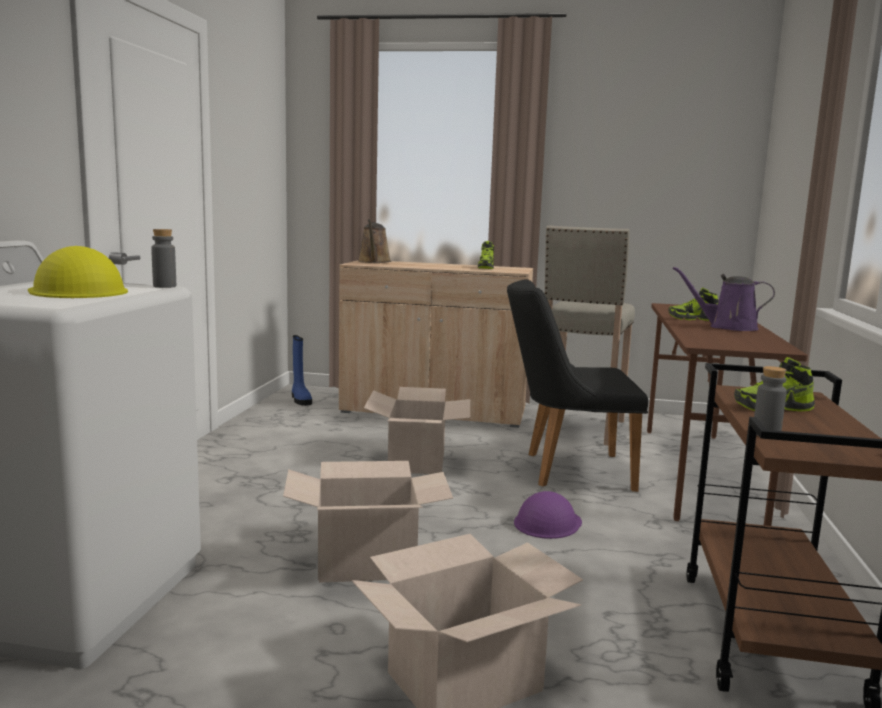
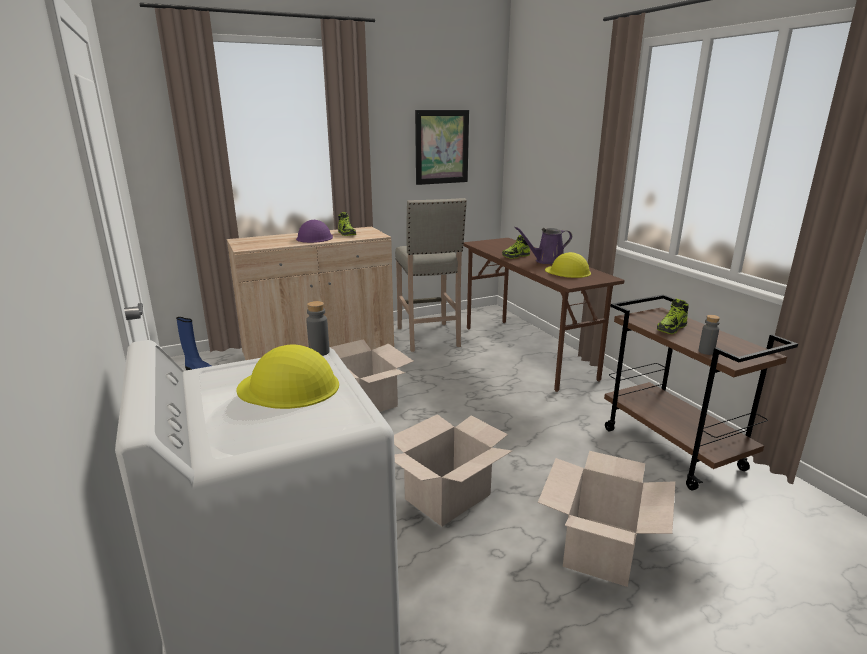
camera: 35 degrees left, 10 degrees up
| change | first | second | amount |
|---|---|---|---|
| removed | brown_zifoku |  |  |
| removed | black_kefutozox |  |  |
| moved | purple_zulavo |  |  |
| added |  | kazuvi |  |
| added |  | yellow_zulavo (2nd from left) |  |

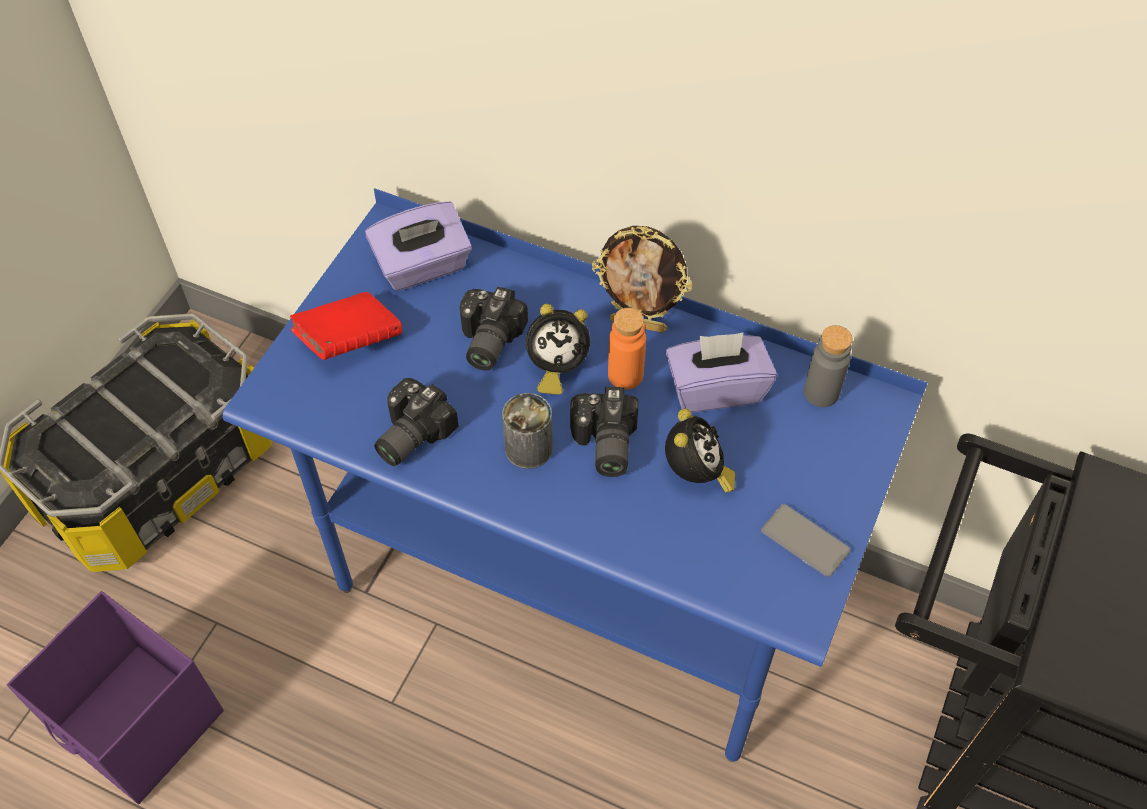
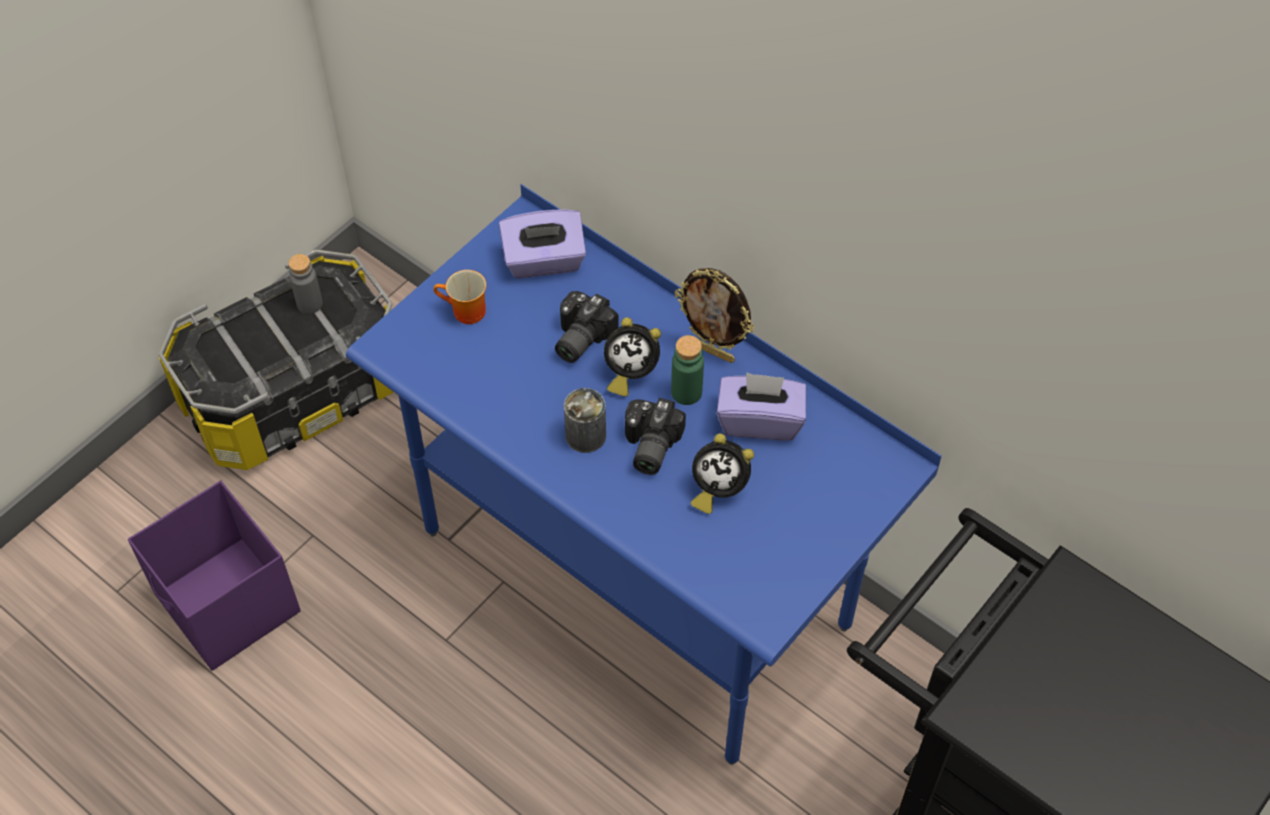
camera: 15 degrees right, 0 degrees up
| change | first | second | amount |
|---|---|---|---|
| replaced | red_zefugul | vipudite |  |
| removed | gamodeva (1st from left) |  |  |
| recoloured | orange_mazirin | green_mazirin |  |
| turned | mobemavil (2nd from left) |  | 90 degrees clockwise |
| removed | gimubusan |  |  |
| moved | grey_mazirin |  |  |

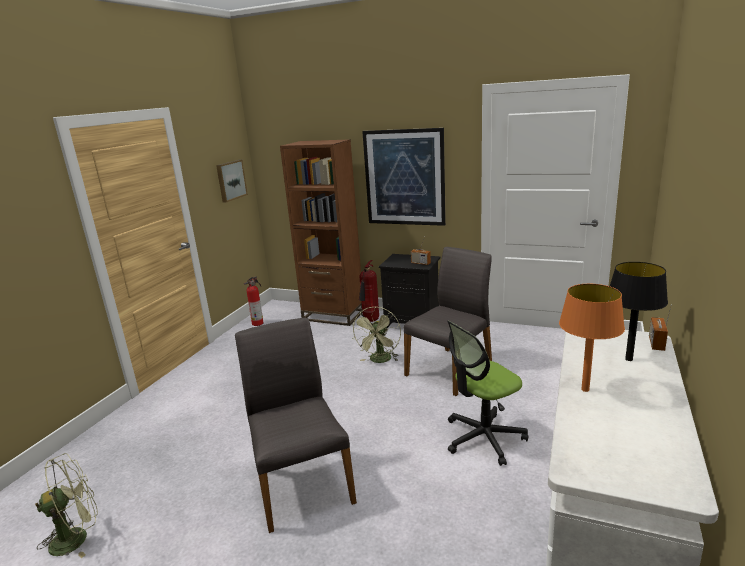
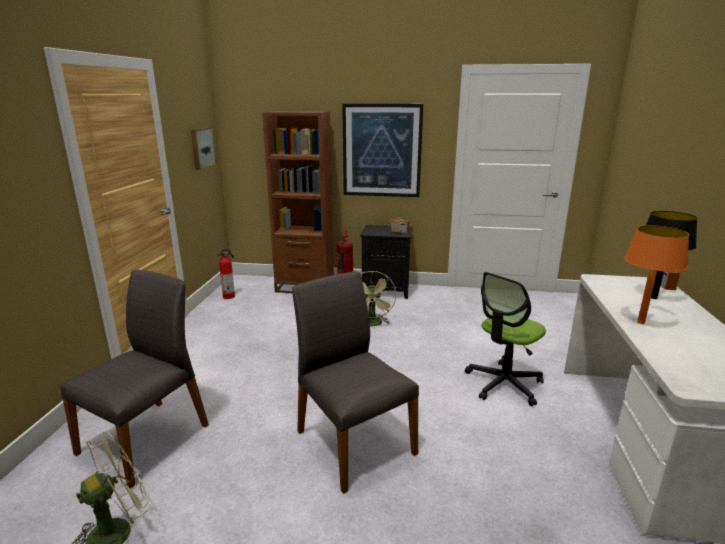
camera: 15 degrees left, 0 degrees up
| change | first | second | amount |
|---|---|---|---|
| moved | grey_kefutozox (2nd from left in the first image) | grey_kefutozox (1st from left) |  |

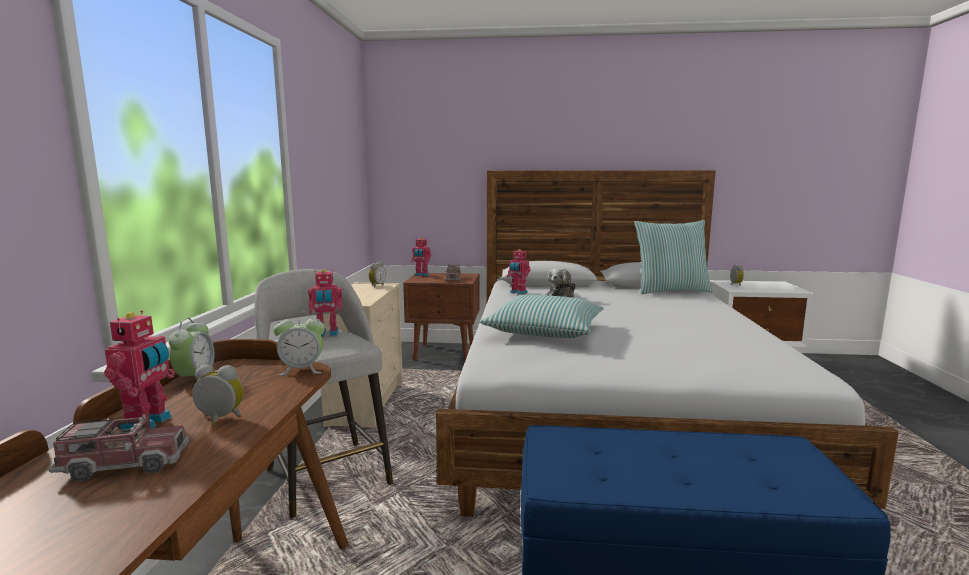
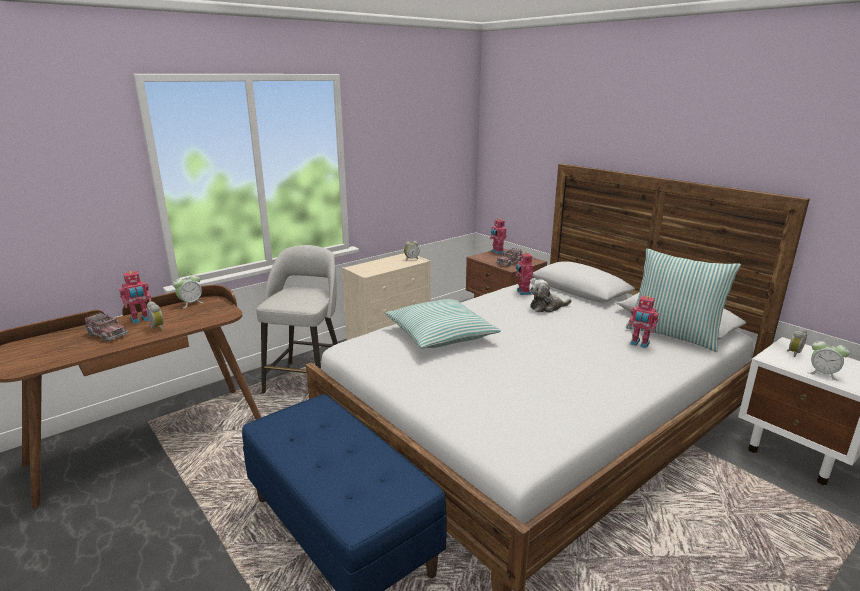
camera: 45 degrees right, 10 degrees up
| change | first | second | amount |
|---|---|---|---|
| moved | mobemavil (3rd from left in the first image) | mobemavil (5th from left) |  |
| moved | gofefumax (2nd from left in the first image) | gofefumax (4th from left) |  |

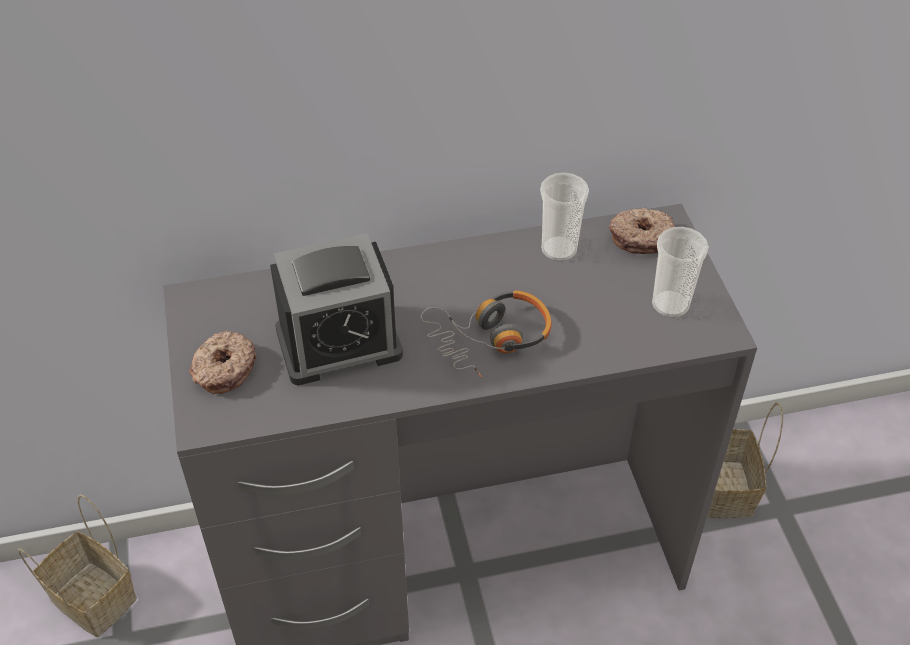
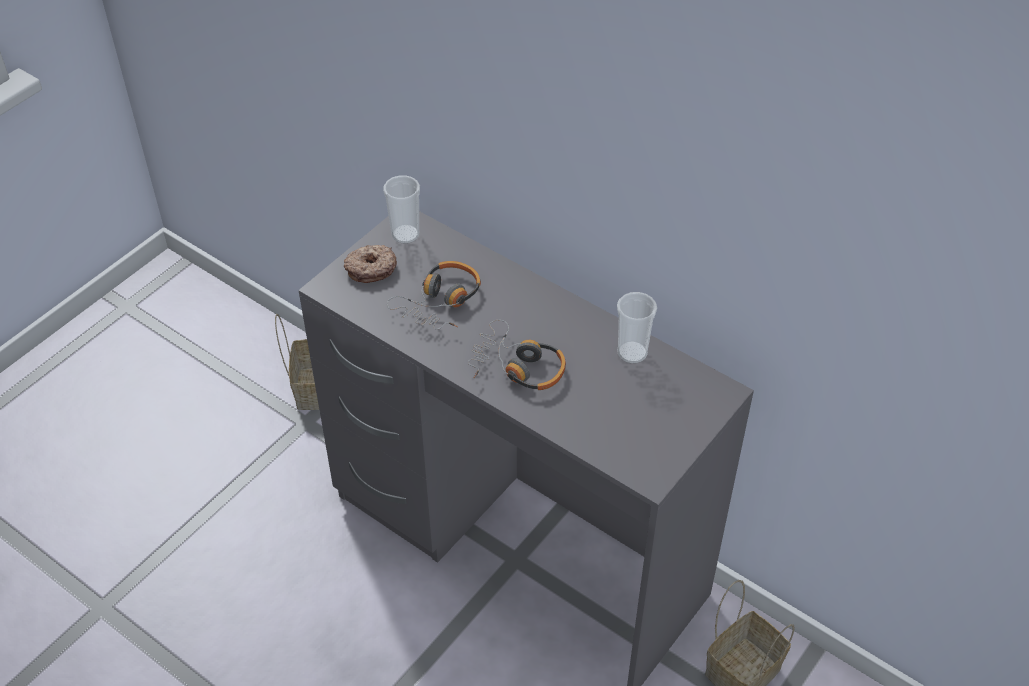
camera: 50 degrees right, 0 degrees up
| change | first | second | amount |
|---|---|---|---|
| replaced | mobemavil | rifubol (1st from left) |  |
| removed | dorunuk (2nd from left) |  |  |
| moved | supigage (2nd from left in the first image) | supigage (1st from left) |  |

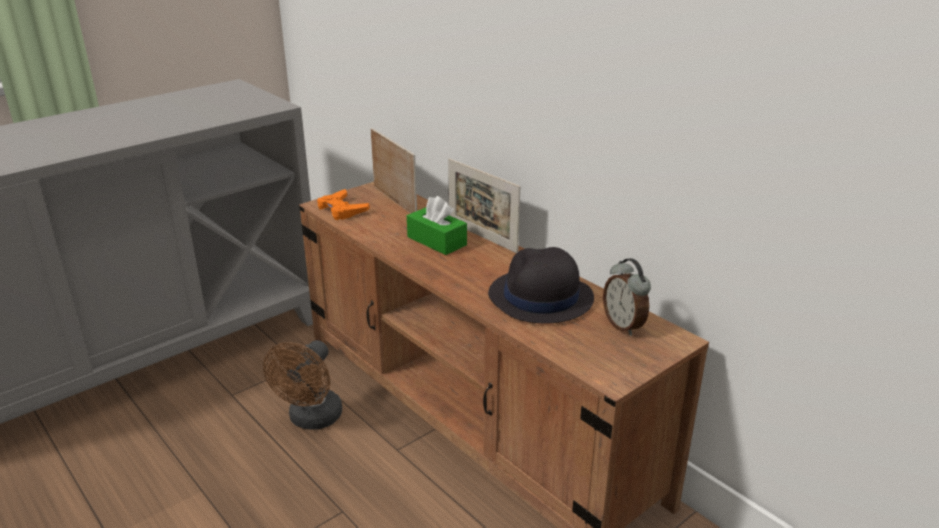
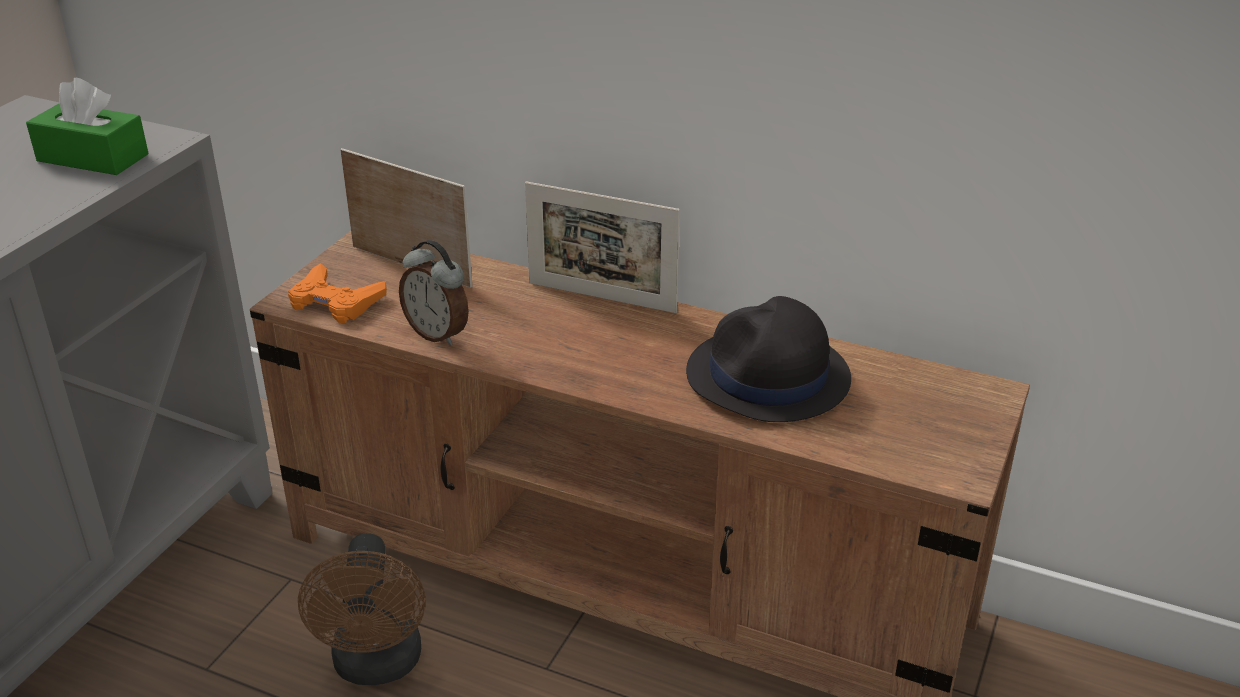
camera: 25 degrees left, 5 degrees up
| change | first | second | amount |
|---|---|---|---|
| moved | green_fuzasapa |  |  |
| moved | mobemavil |  |  |

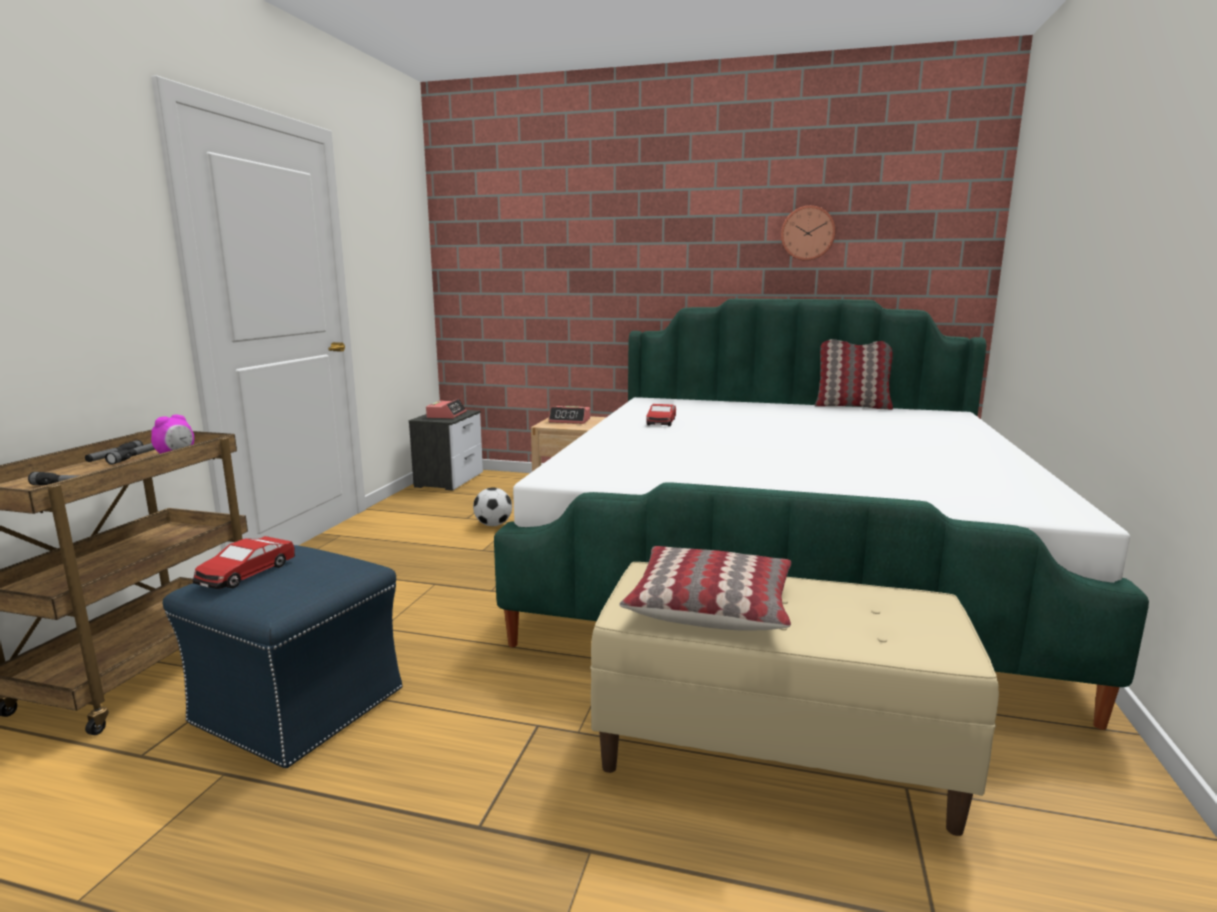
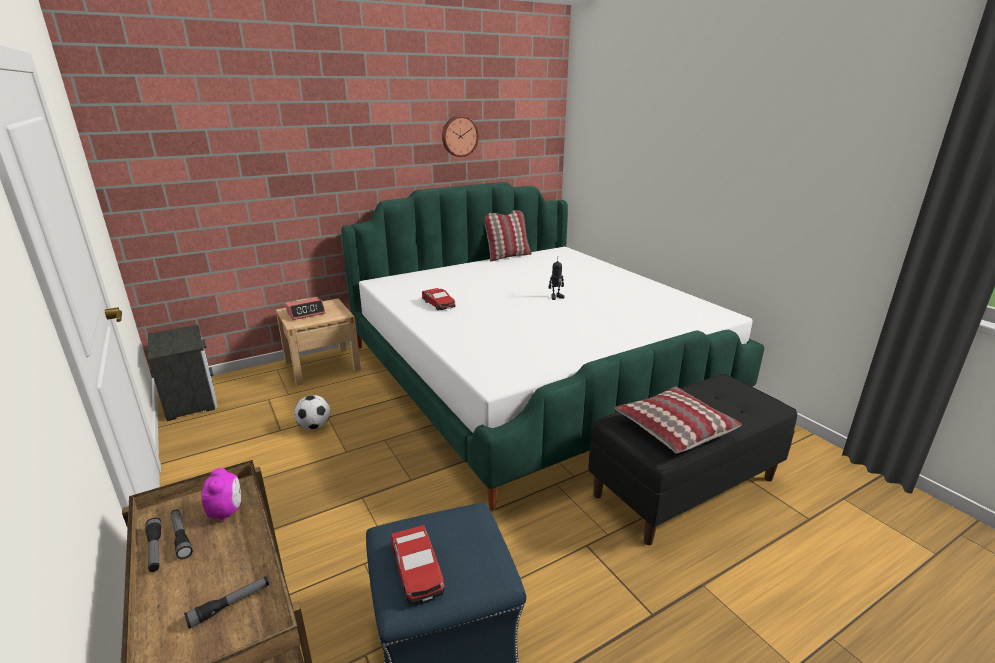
camera: 45 degrees left, 10 degrees up
| change | first | second | amount |
|---|---|---|---|
| removed | mobemavil (2nd from left) |  |  |
| recoloured | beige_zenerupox | black_zenerupox |  |
| added |  | gofefumax |  |

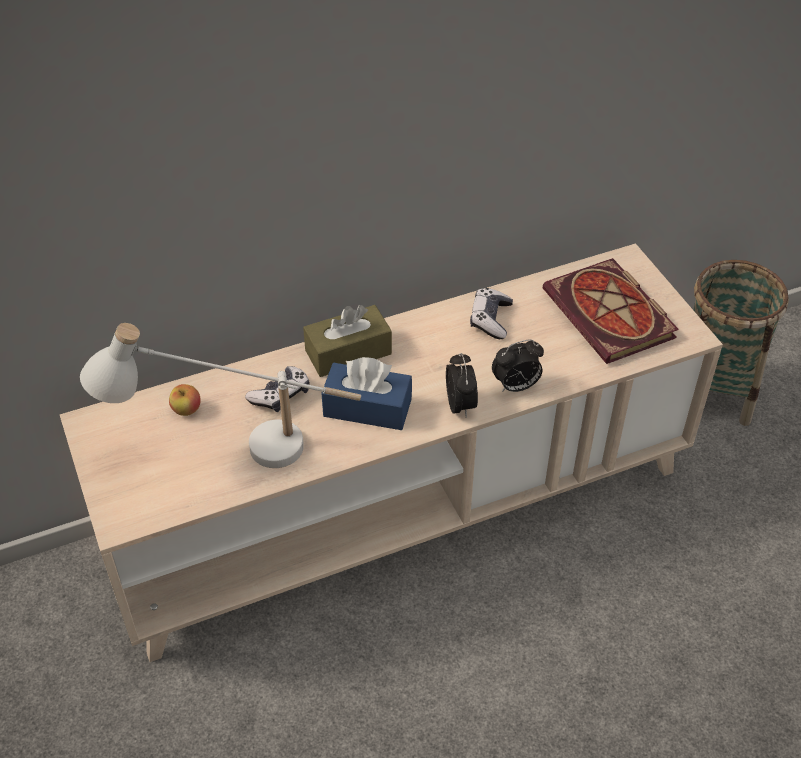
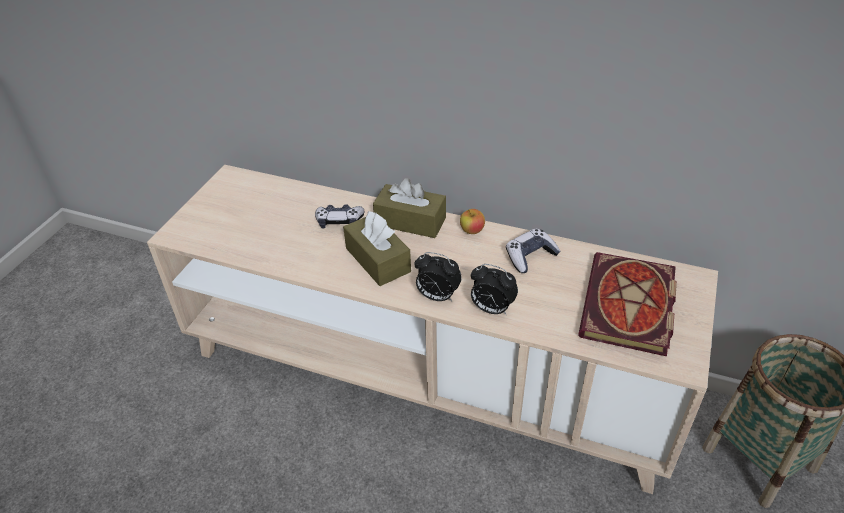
camera: 45 degrees right, 5 degrees down
| change | first | second | amount |
|---|---|---|---|
| removed | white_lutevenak |  |  |
| moved | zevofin |  |  |
| recoloured | blue_fuzasapa | brown_fuzasapa (1st from left) |  |
| turned | mobemavil (1st from left) |  | 75 degrees clockwise |

